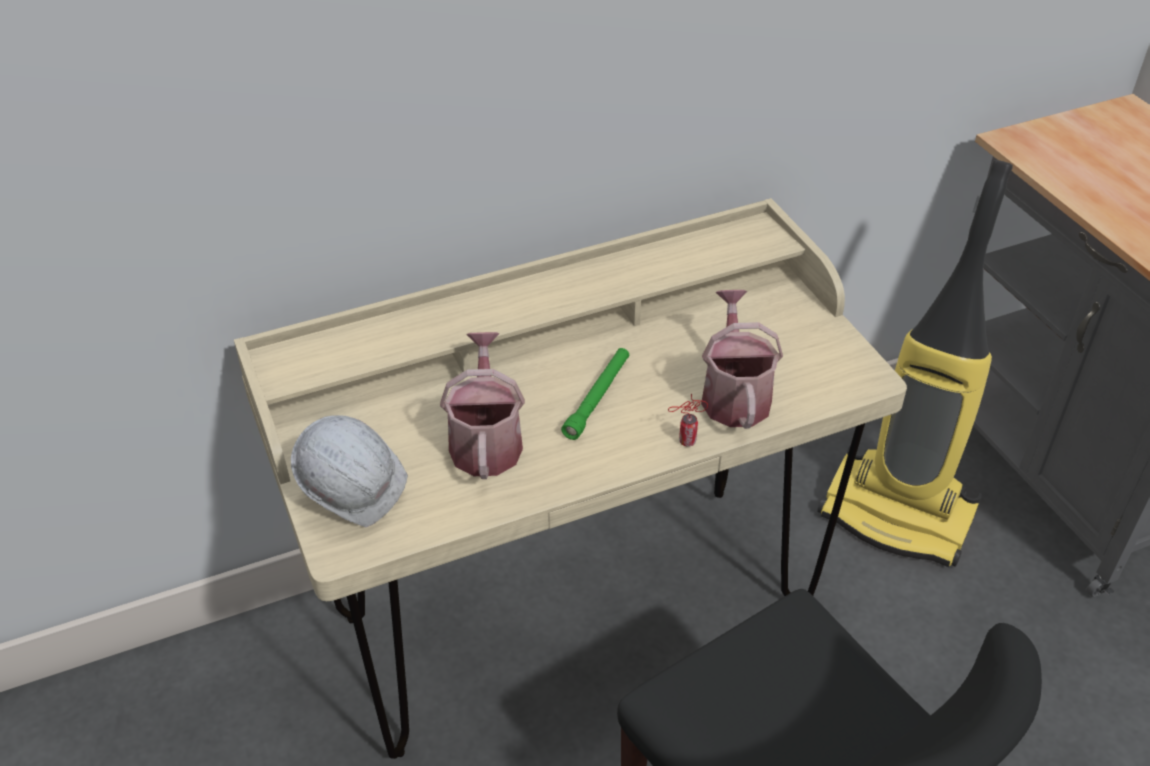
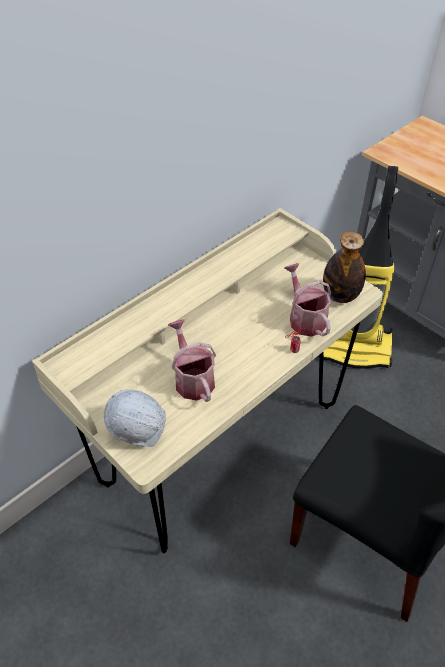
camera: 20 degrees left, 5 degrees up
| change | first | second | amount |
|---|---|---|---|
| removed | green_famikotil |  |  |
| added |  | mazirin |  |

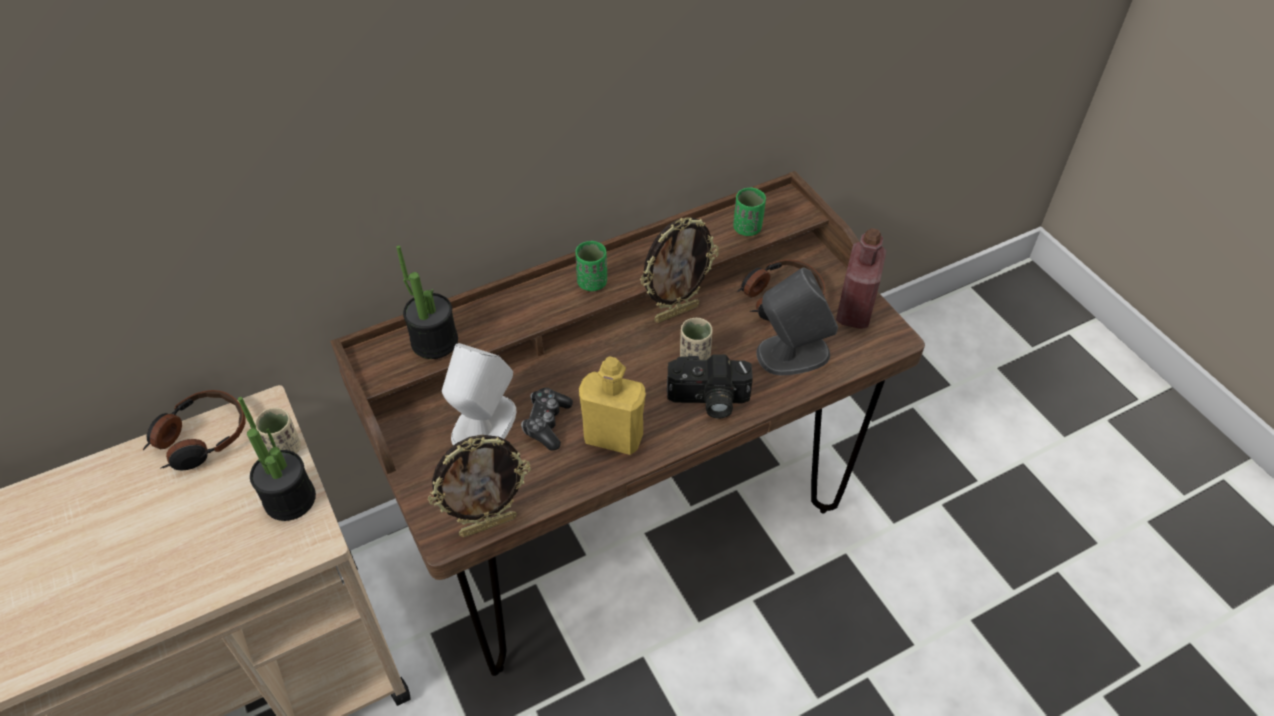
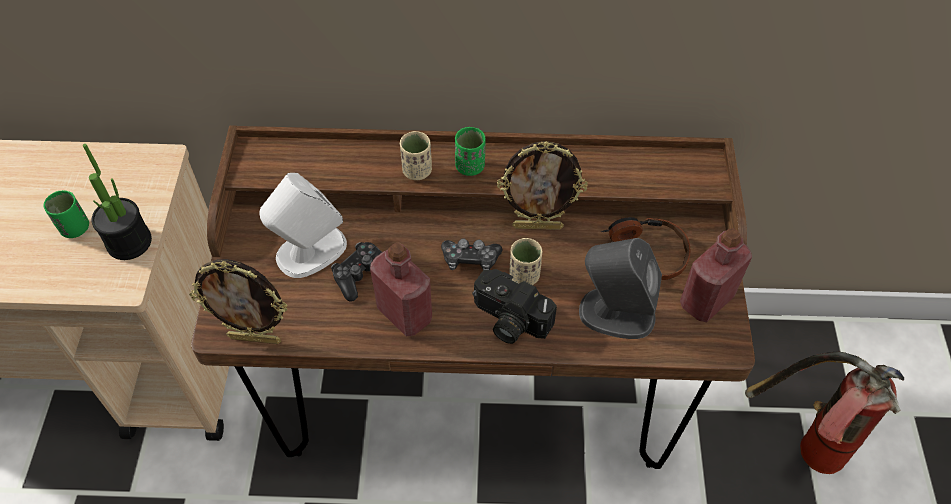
camera: 30 degrees right, 5 degrees up
| change | first | second | amount |
|---|---|---|---|
| removed | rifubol (1st from left) |  |  |
| moved | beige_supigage (1st from left) |  |  |
| removed | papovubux (2nd from left) |  |  |
| recoloured | yellow_mazirin | red_mazirin (1st from left) |  |
| moved | green_supigage (2nd from left in the first image) | green_supigage (1st from left) |  |
| added |  | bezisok (2nd from left) |  |
| added |  | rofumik |  |

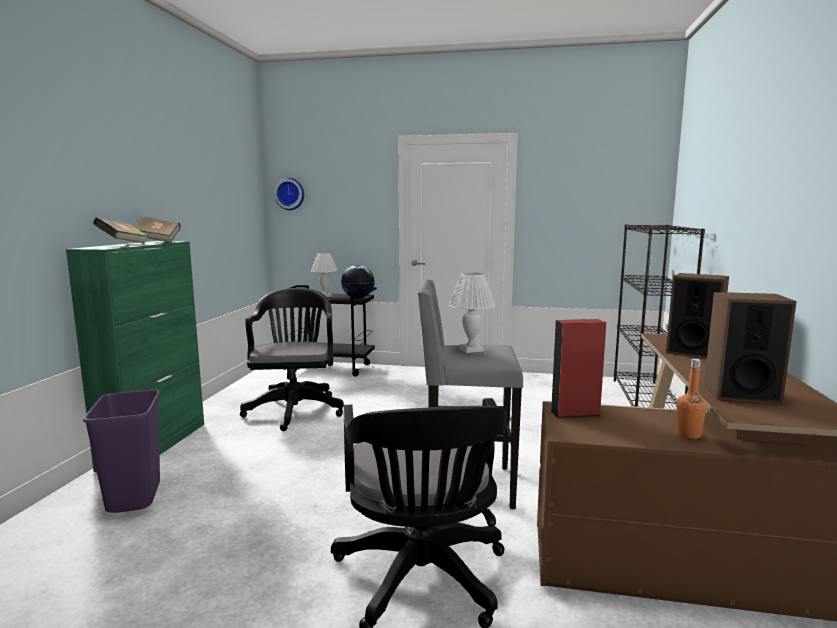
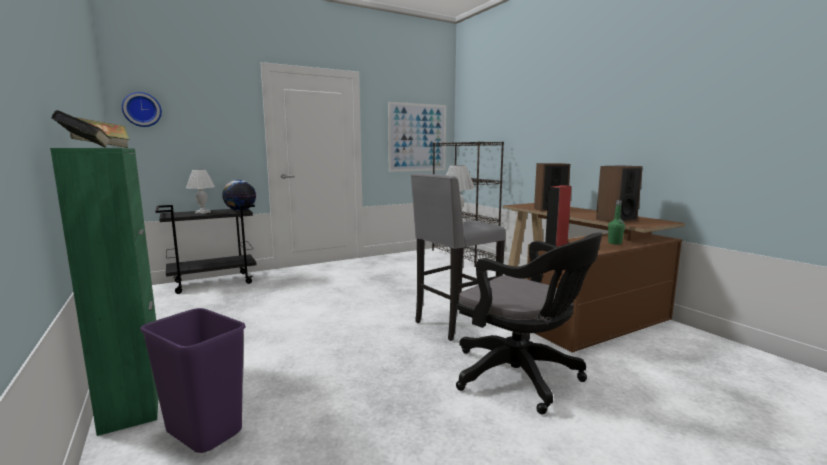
camera: 40 degrees left, 0 degrees up
| change | first | second | amount |
|---|---|---|---|
| removed | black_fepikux (1st from left) |  |  |
| recoloured | orange_mazirin | green_mazirin |  |
| added |  | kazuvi |  |

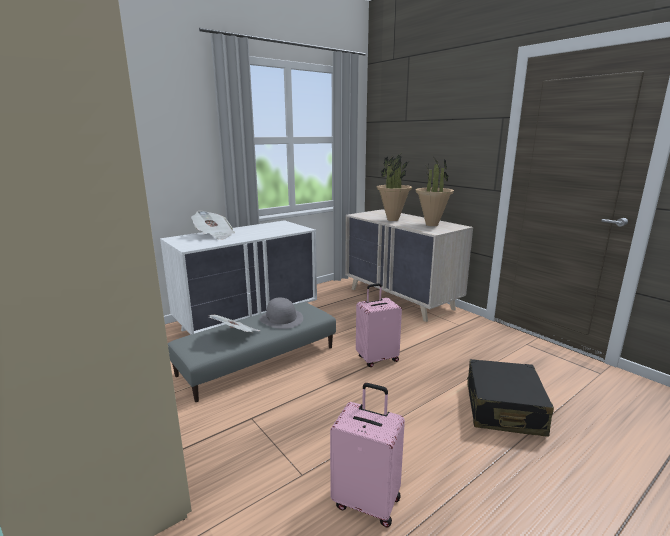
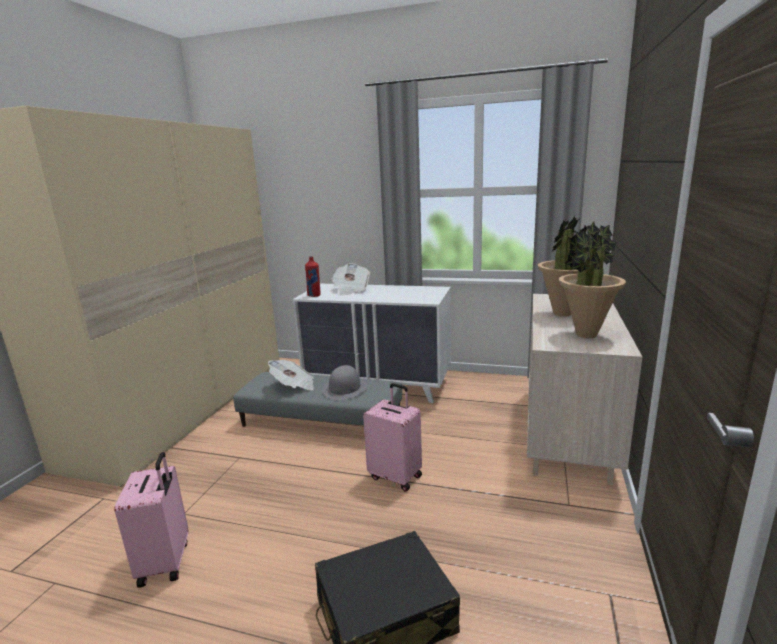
camera: 55 degrees right, 0 degrees up
| change | first | second | amount |
|---|---|---|---|
| added |  | red_mazirin |  |

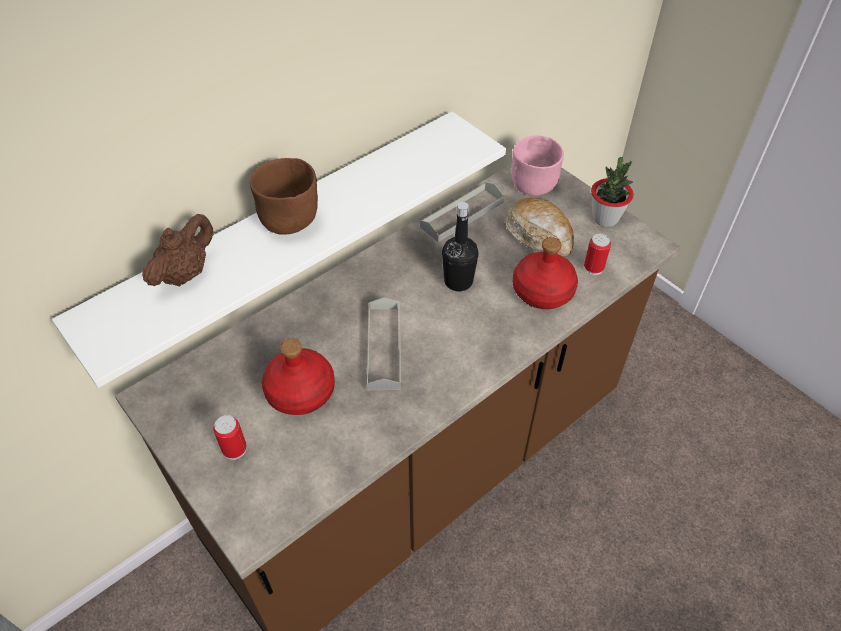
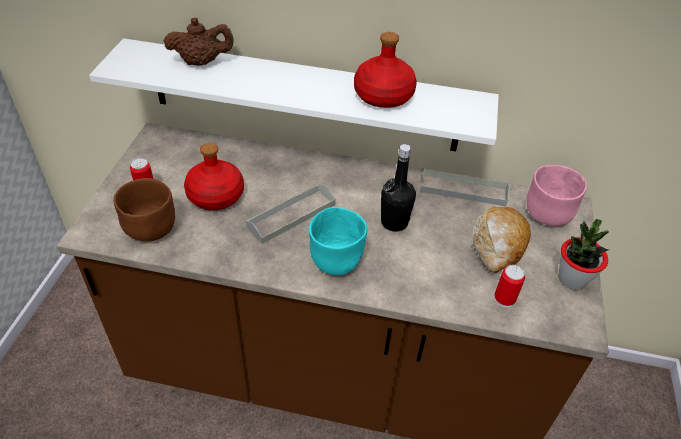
camera: 50 degrees right, 5 degrees down
| change | first | second | amount |
|---|---|---|---|
| moved | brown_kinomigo |  |  |
| moved | red_mazirin (2nd from left) |  |  |
| added |  | turquoise_kinomigo |  |

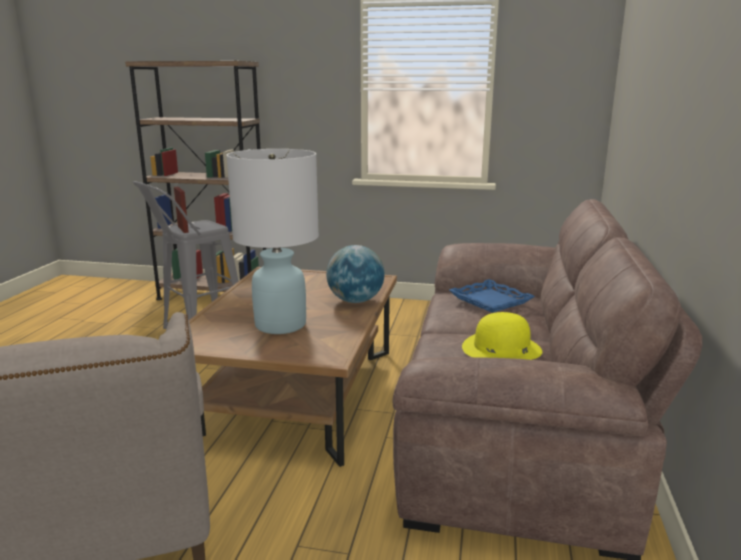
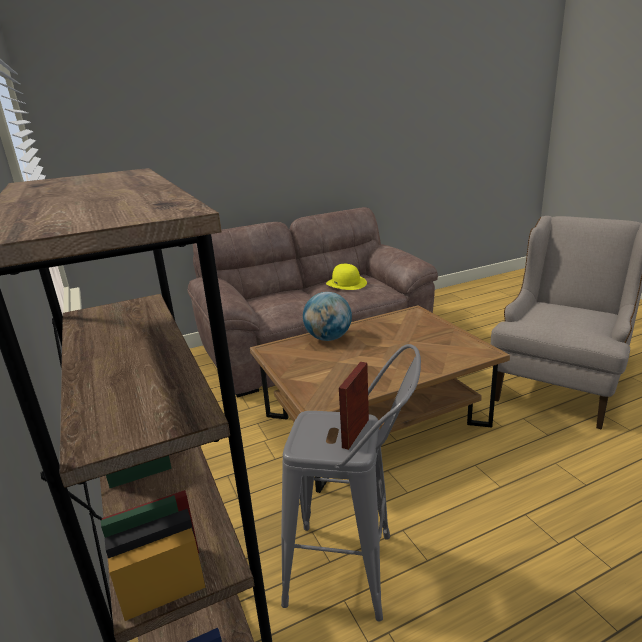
camera: 125 degrees left, 5 degrees up
| change | first | second | amount |
|---|---|---|---|
| removed | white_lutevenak |  |  |
| removed | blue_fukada |  |  |

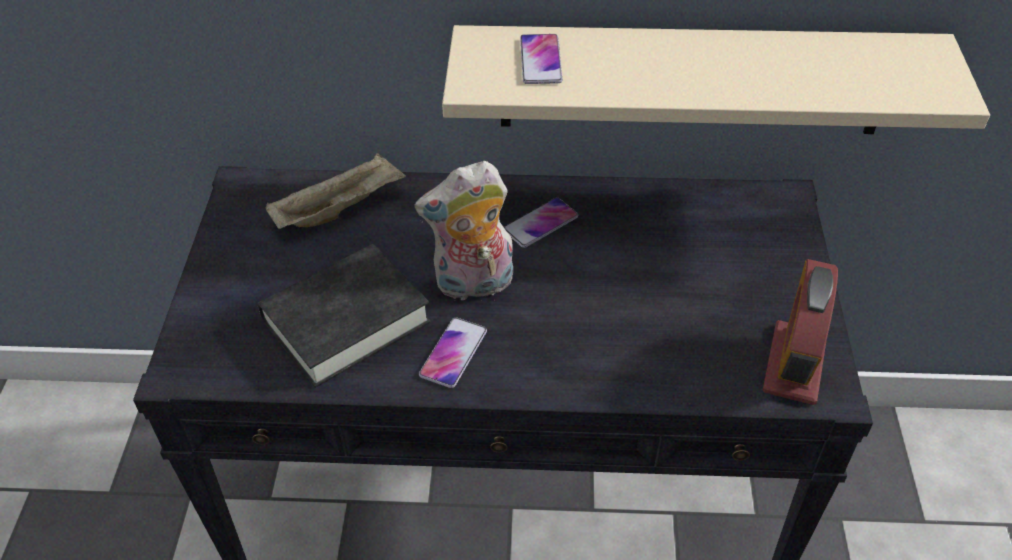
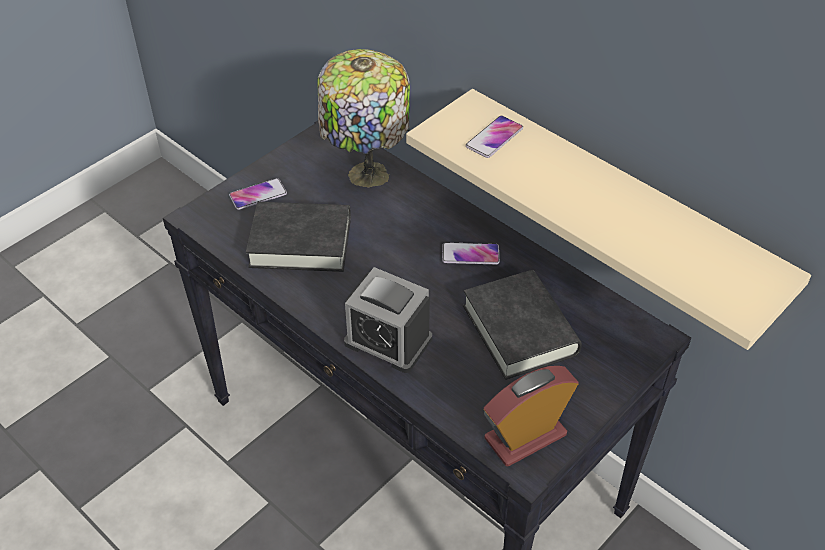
camera: 40 degrees right, 0 degrees up
| change | first | second | amount |
|---|---|---|---|
| replaced | beige_fukada | lutevenak |  |
| removed | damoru |  |  |
| moved | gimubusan (1st from left) |  |  |
| added |  | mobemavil (1st from left) |  |
| added |  | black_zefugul (2nd from left) |  |

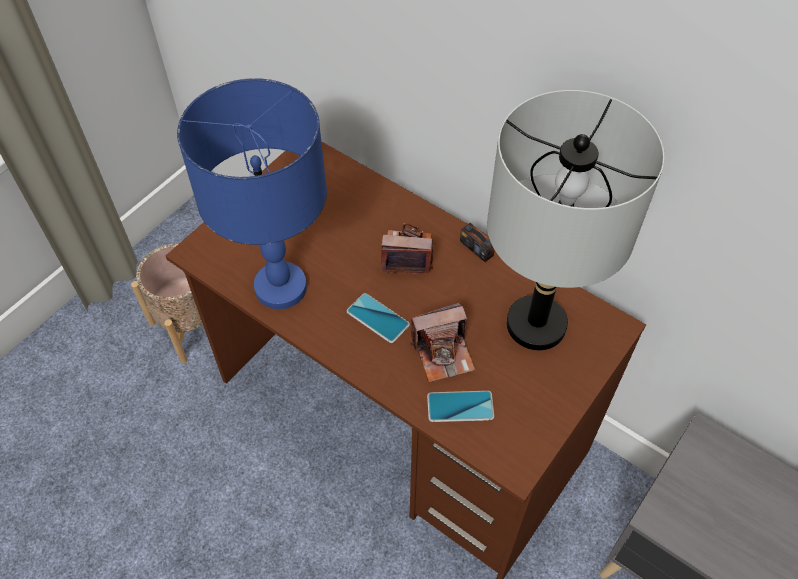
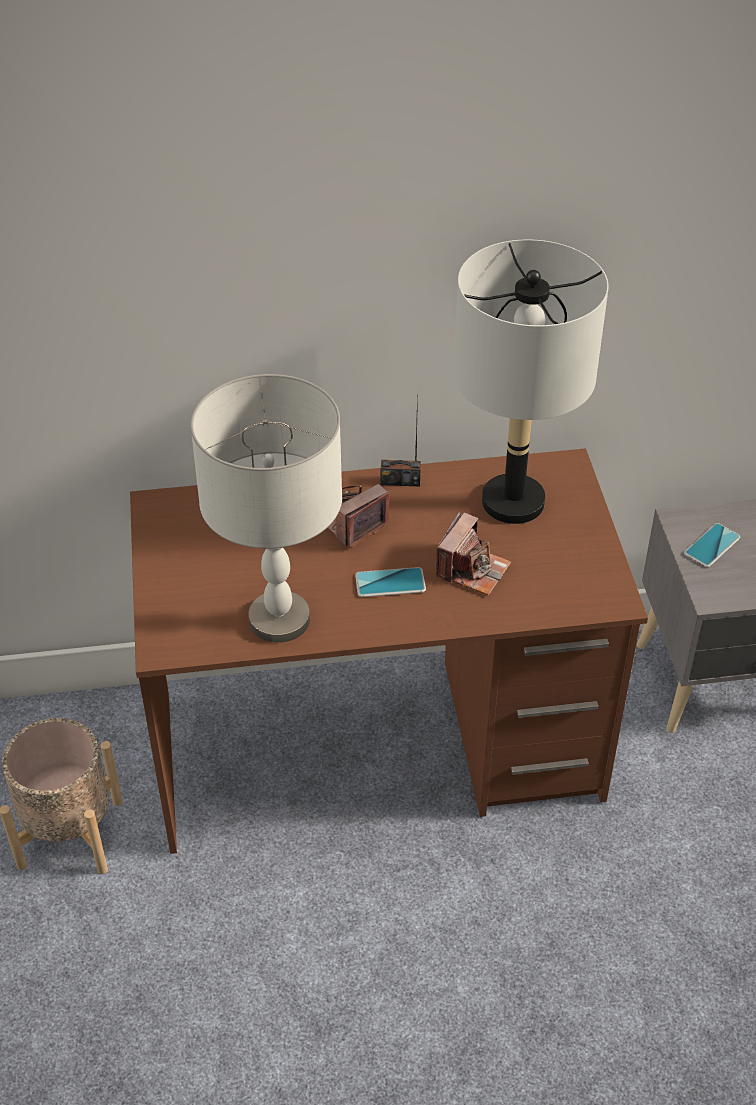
camera: 45 degrees left, 10 degrees down
| change | first | second | amount |
|---|---|---|---|
| recoloured | blue_lutevenak | grey_lutevenak (1st from left) |  |
| moved | gimubusan (2nd from left) |  |  |

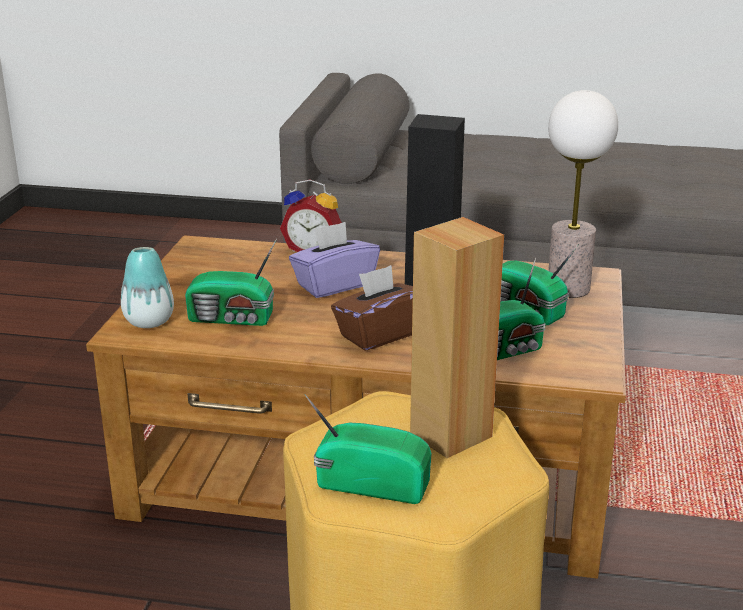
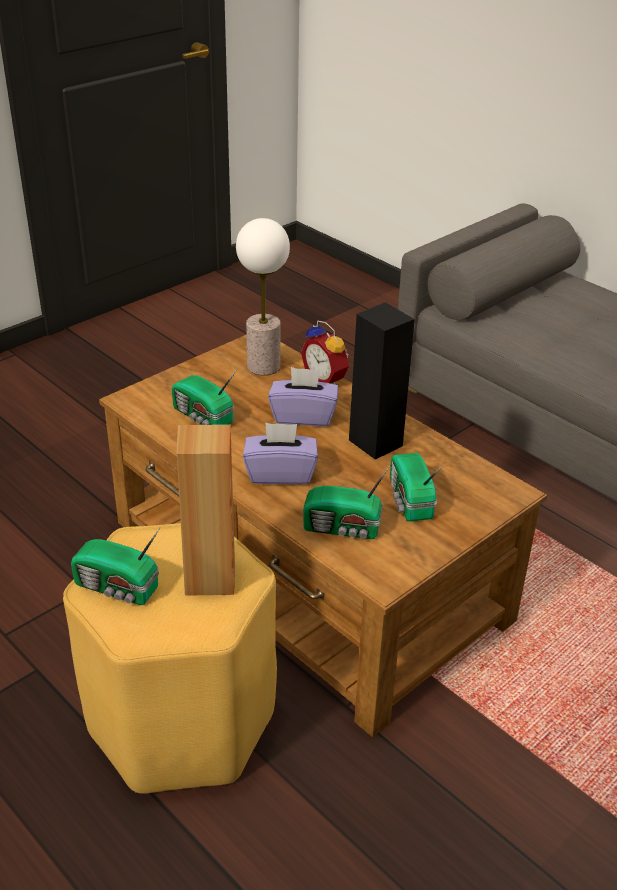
camera: 35 degrees right, 10 degrees up
| change | first | second | amount |
|---|---|---|---|
| removed | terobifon |  |  |
| turned | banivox (2nd from left in the first image) | banivox (1st from left) | 150 degrees clockwise |
| recoloured | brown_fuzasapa | purple_fuzasapa (1st from left) |  |
| moved | lutevenak |  |  |

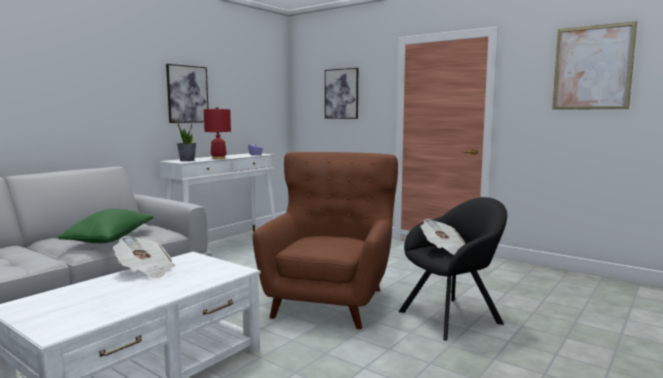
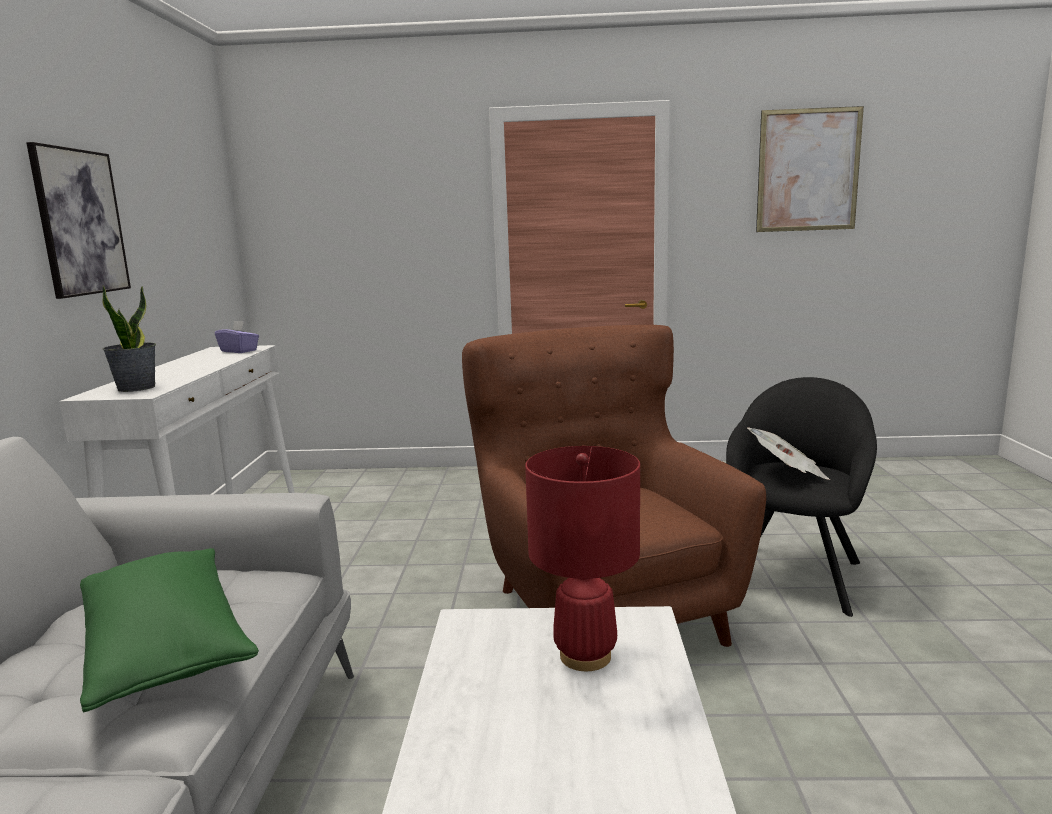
camera: 35 degrees left, 5 degrees up
| change | first | second | amount |
|---|---|---|---|
| removed | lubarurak (1st from left) |  |  |
| moved | red_lutevenak |  |  |
| removed | kazuvi (2nd from left) |  |  |

